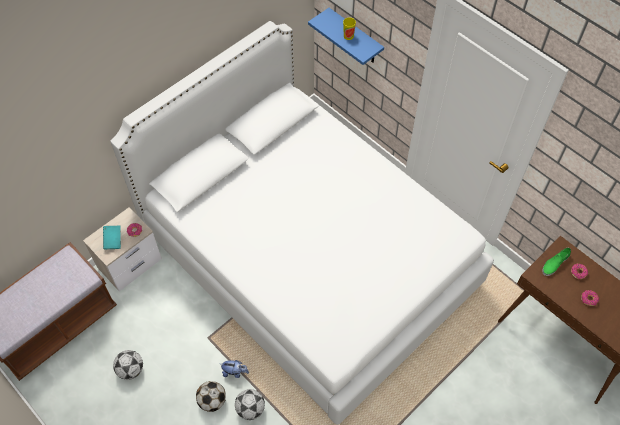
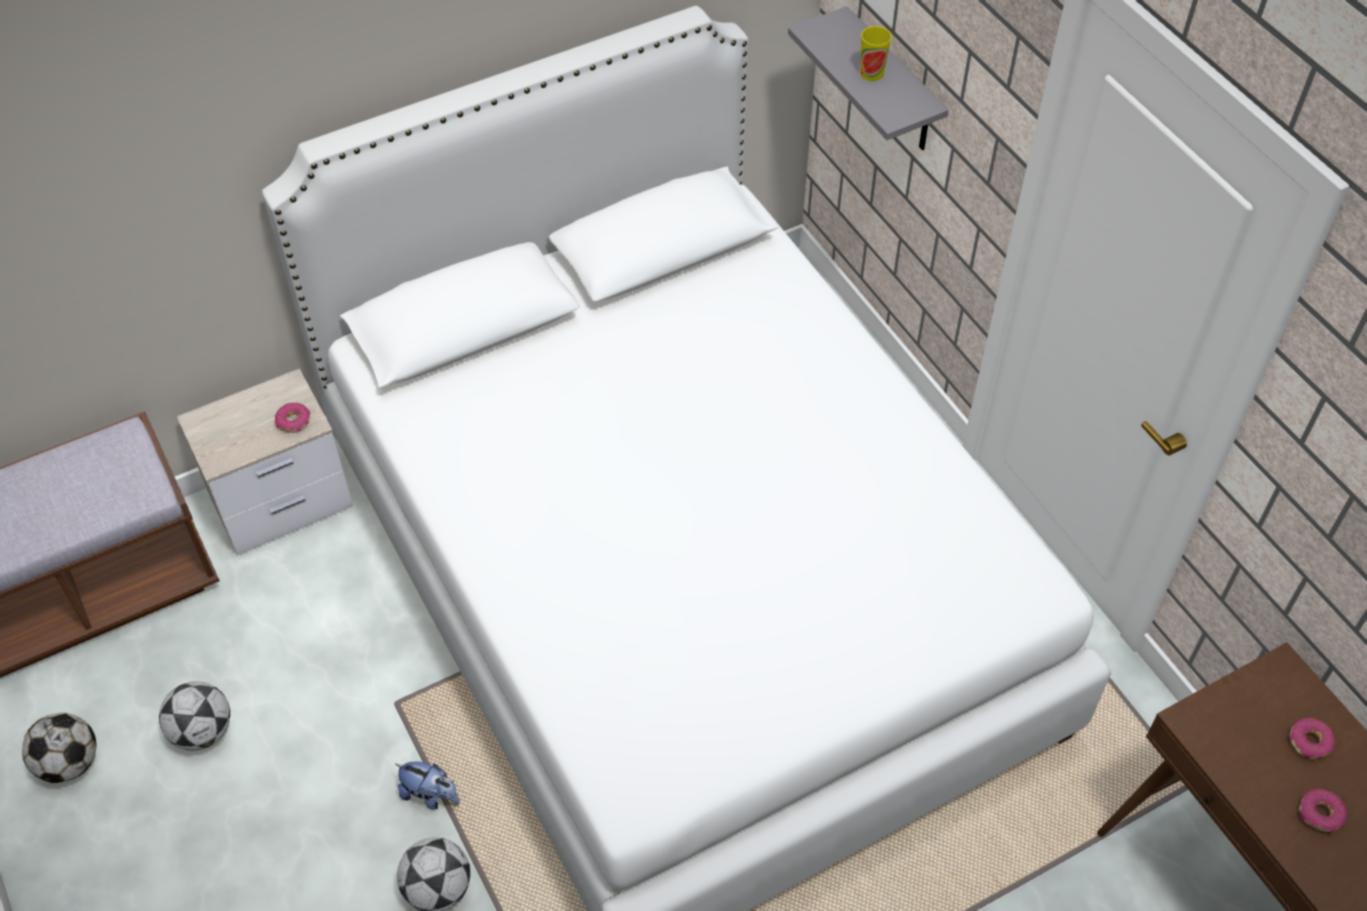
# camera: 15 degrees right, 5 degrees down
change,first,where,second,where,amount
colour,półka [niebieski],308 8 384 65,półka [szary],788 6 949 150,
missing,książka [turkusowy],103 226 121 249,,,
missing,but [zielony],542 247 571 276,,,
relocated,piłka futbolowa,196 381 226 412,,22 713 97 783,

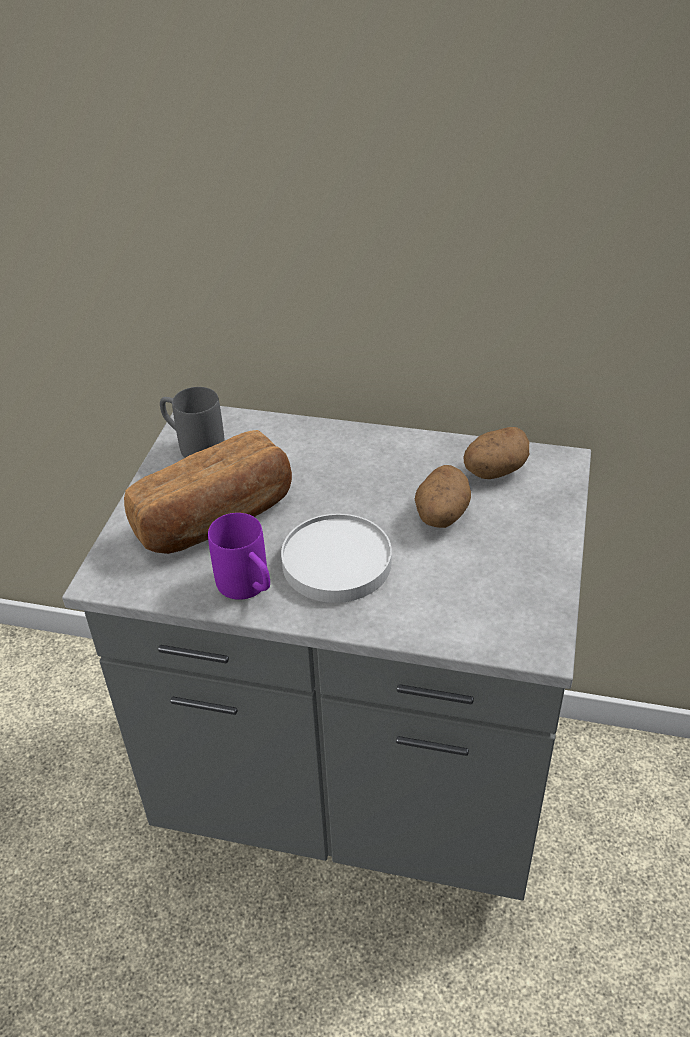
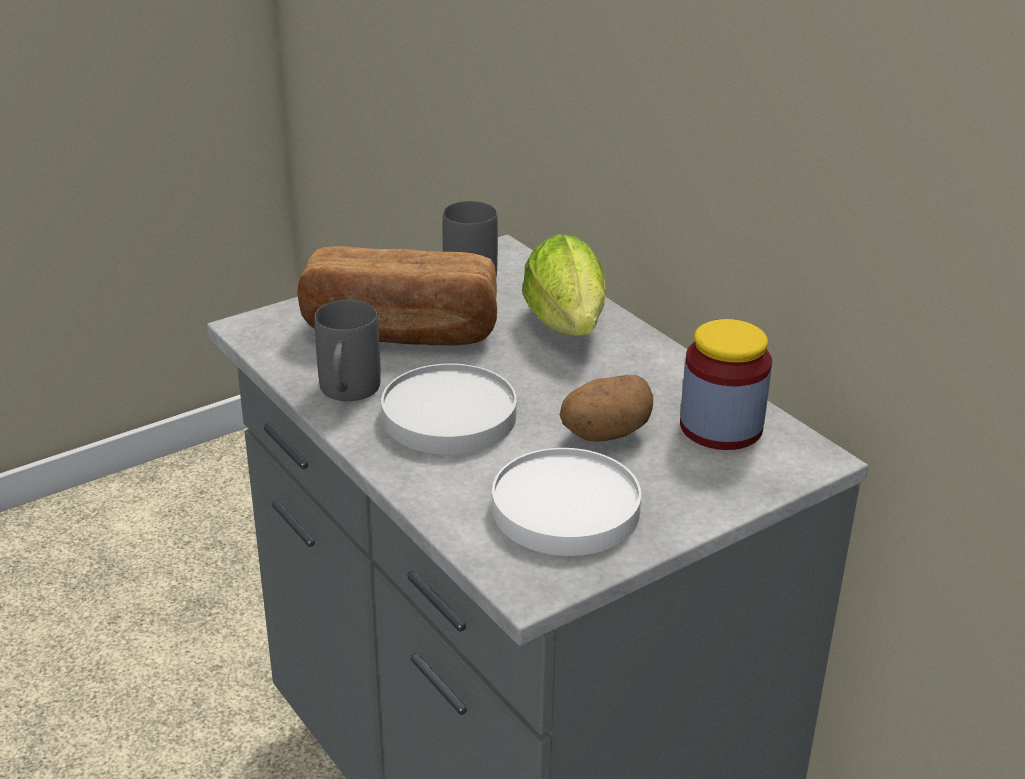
# camera: 40 degrees right, 10 degrees down
change,first,where,second,where,amount
exchanged,ziemniak,463 427 529 479,słoik,680 319 772 450,
colour,kubek [fioletowy],208 513 270 600,kubek [szary],314 300 381 401,
appeared,,,sałata,522 234 606 336,
appeared,,,talerz [biały],492 448 641 556,

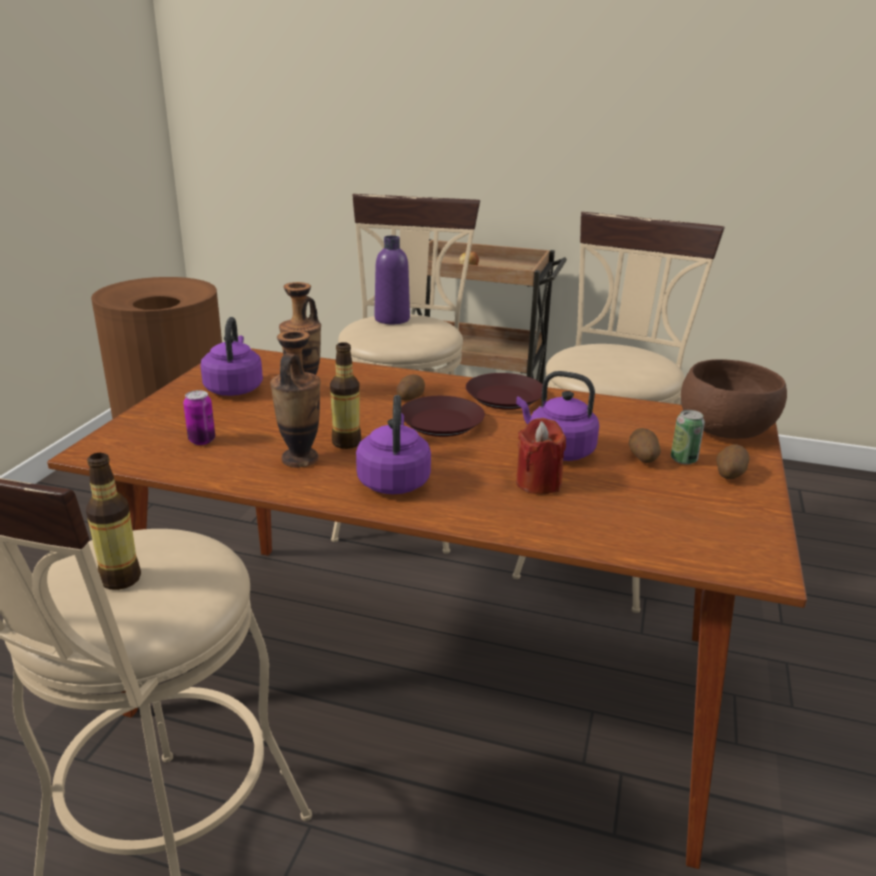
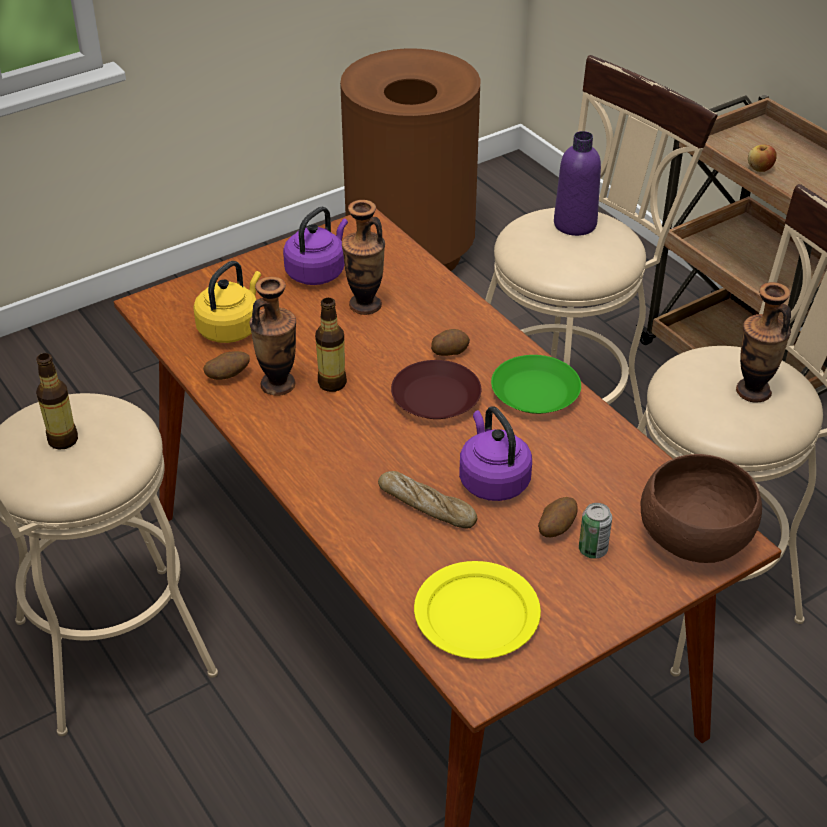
# camera: 40 degrees right, 15 degrees up
change,first,where,second,where,amount
colour,talerz [brązowy],466 373 543 410,talerz [zielony],491 355 581 414,
exchanged,puszka,183 390 215 445,czajnik [żółty],193 261 261 343,
missing,czajnik [fioletowy],356 395 431 494,,,
exchanged,świeca [czerwony],516 418 566 494,chleb,378 471 477 528,
relocated,ziemniak,716 444 750 479,,203 351 250 380,
appeared,,,wazon,736 282 791 403,
appeared,,,talerz [żółty],414 561 541 659,

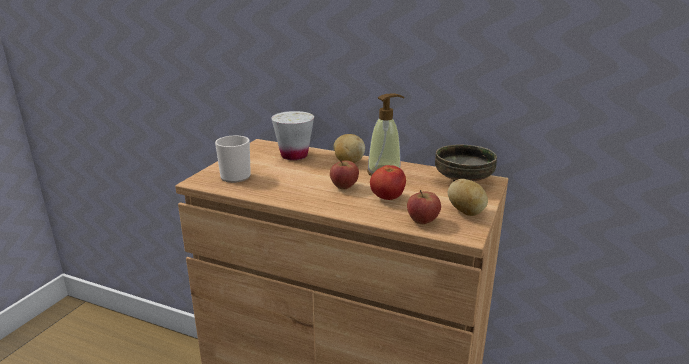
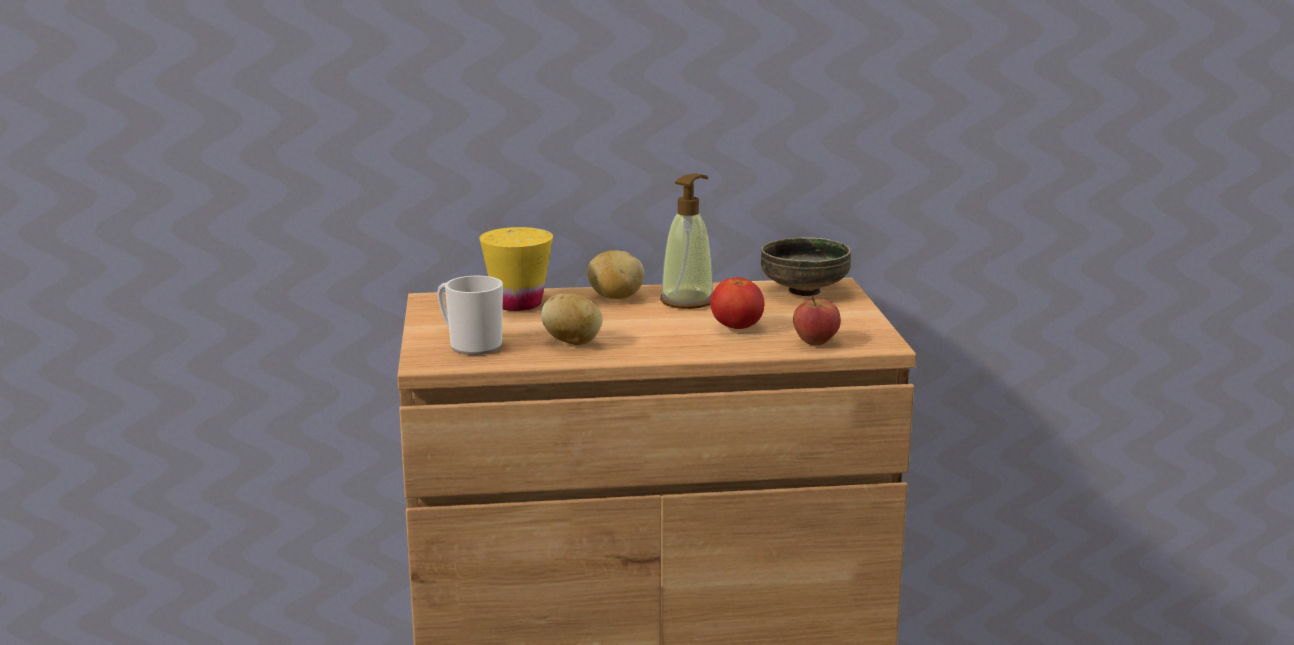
# camera: 30 degrees left, 5 degrees down
change,first,where,second,where,amount
colour,filiżanka [biały],271 111 314 160,filiżanka [żółty],479 227 553 311,
missing,jabłko,330 159 359 189,,,
relocated,ziemniak,448 179 488 216,,541 294 603 345,

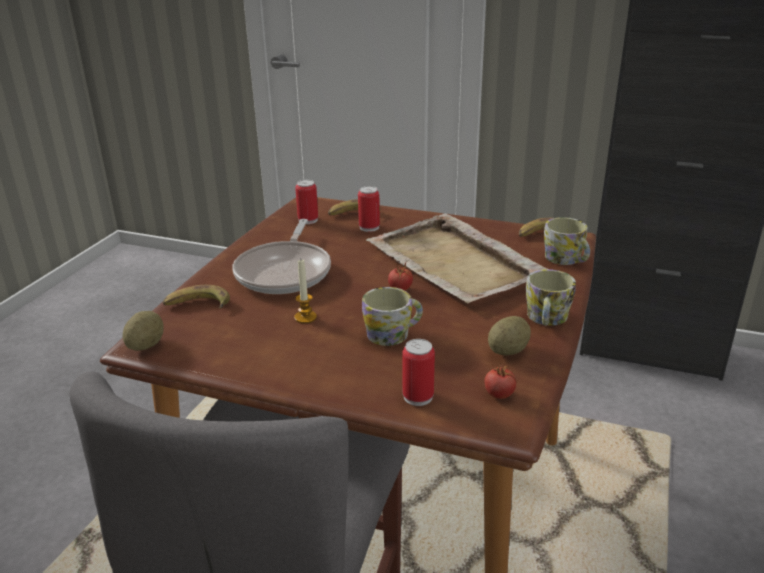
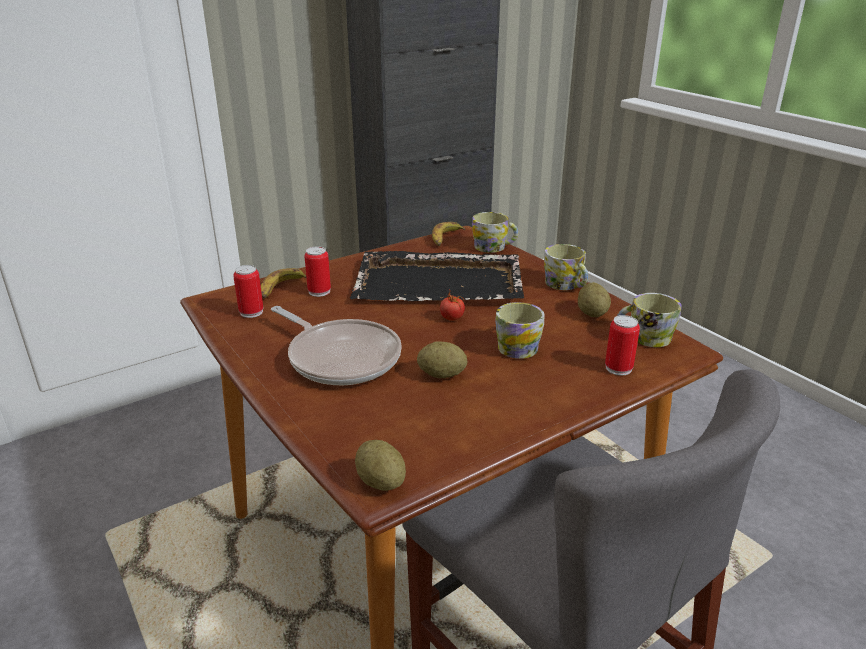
# camera: 55 degrees left, 0 degrees up
change,first,where,second,where,amount
colour,taca [beżowy],366 213 548 303,taca [czarny],350 251 524 301,
exchanged,świeca,294 260 317 324,ziemniak,417 341 467 378,
missing,banan,163 285 230 309,,,
exchanged,pomidor,484 361 517 399,kubek,617 293 682 347,

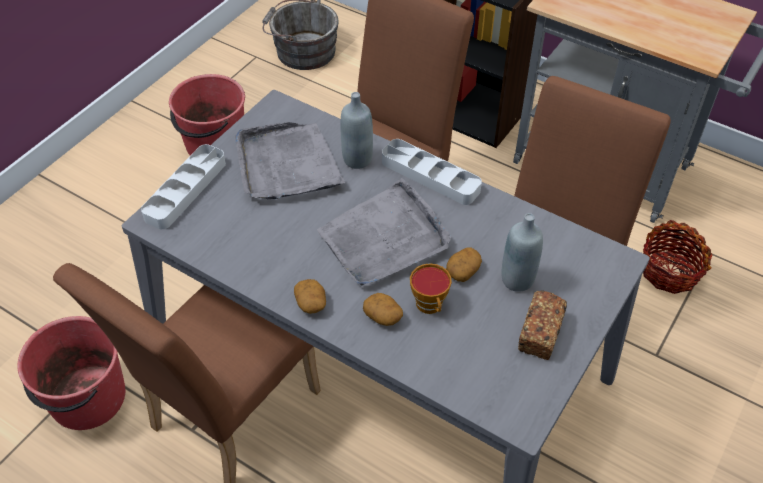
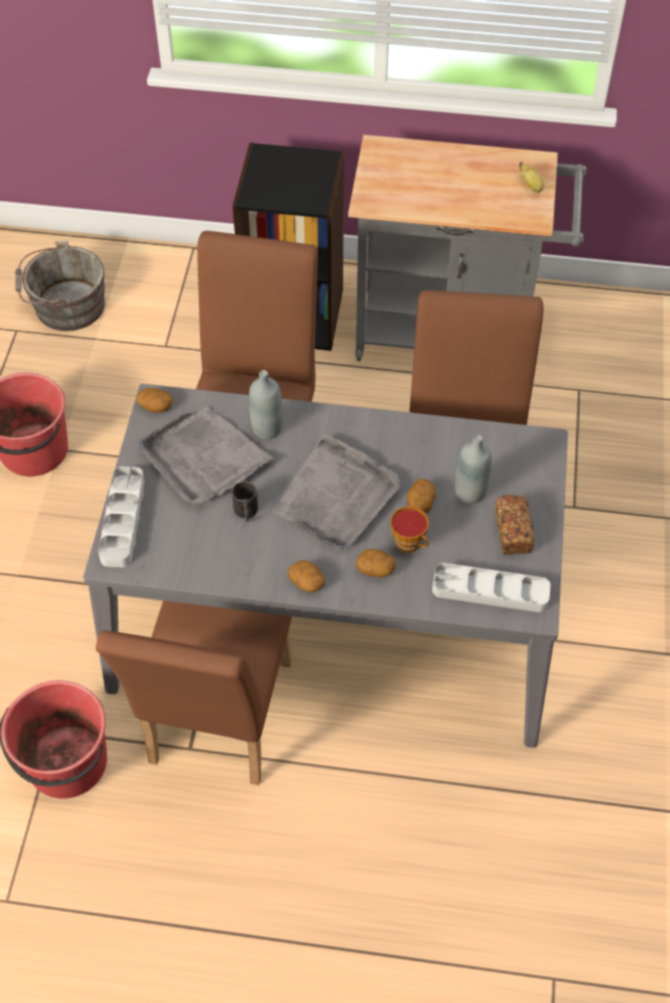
# camera: 25 degrees left, 5 degrees up
change,first,where,second,where,amount
relocated,taca [szary],382 139 482 205,,432 563 551 613,
missing,koszyk,643 220 712 294,,,
appeared,,,banan,519 162 544 193,
appeared,,,ziemniak,136 388 173 413,
appeared,,,kubek [czarny],232 481 258 522,

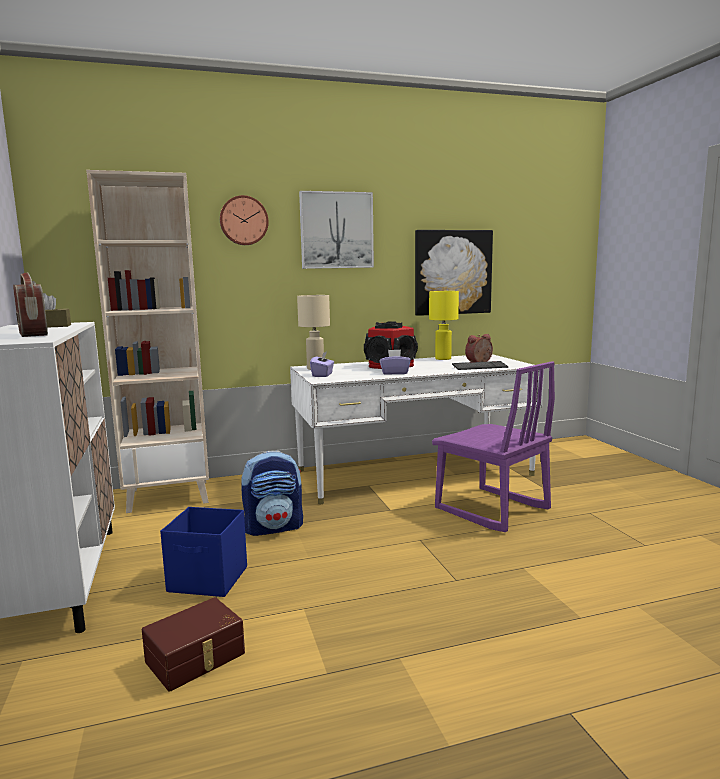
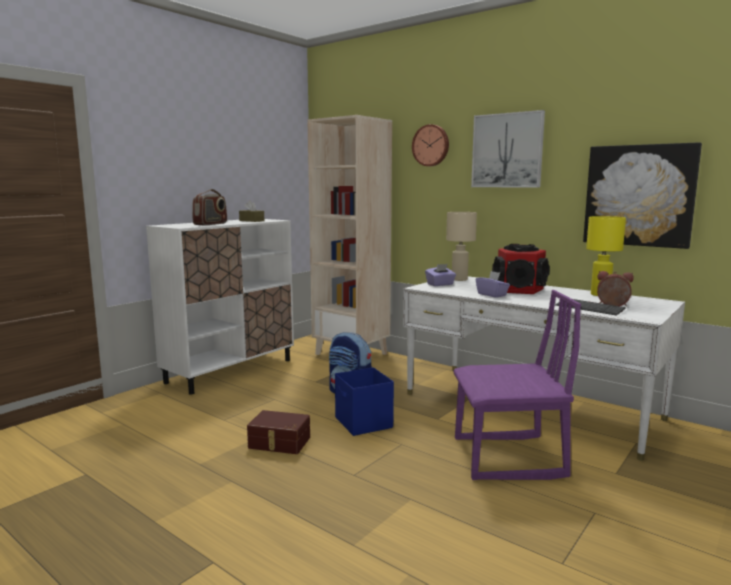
# camera: 55 degrees right, 0 degrees up
change,first,where,second,where,amount
spun,krzesło [fioletowy],432 361 555 532,,453 290 581 480,105 degrees counterclockwise
relocated,pojemnik do przechowywania [niebieski],160 507 247 597,,335 368 394 436,
relocated,pojemnik do przechowywania [brązowy],142 597 245 692,,247 410 310 454,

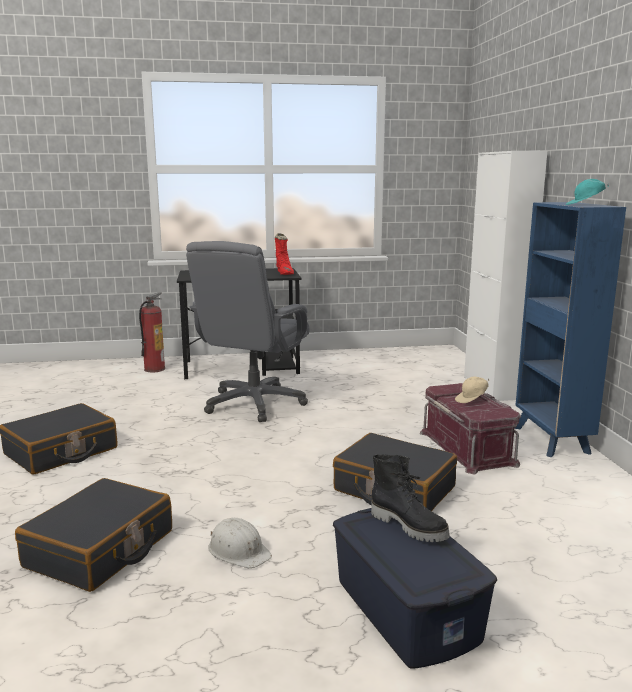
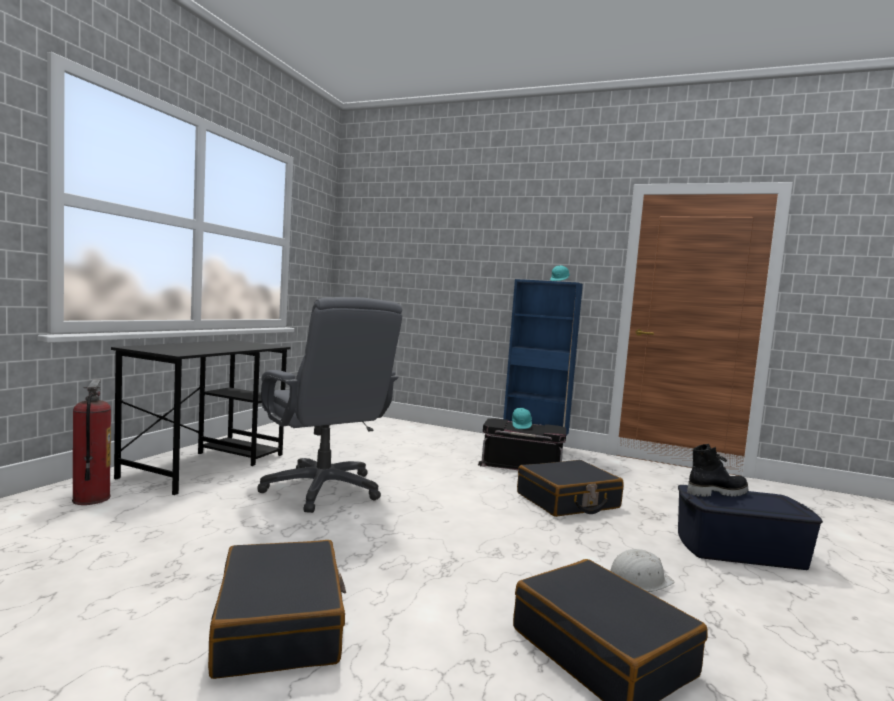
# camera: 60 degrees left, 10 degrees down
change,first,where,second,where,amount
missing,szafka [biały],464 151 547 401,,,
missing,but z cholewką [czerwony],275 233 294 275,,,
colour,czapka z daszkiem [beżowy],455 377 489 403,czapka z daszkiem [turkusowy],512 408 532 429,
colour,pojemnik do przechowywania [czerwony],420 383 521 474,pojemnik do przechowywania [czarny],478 418 566 470,

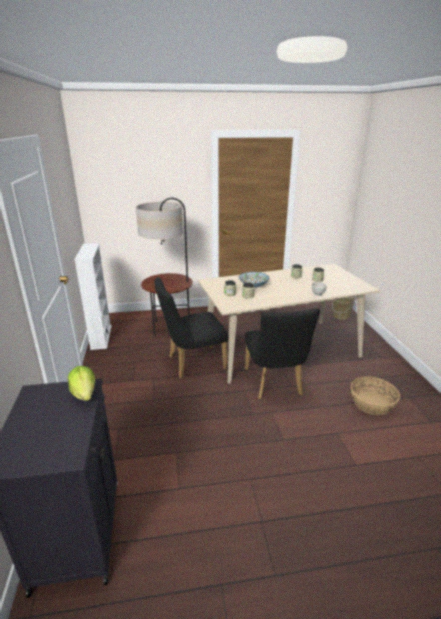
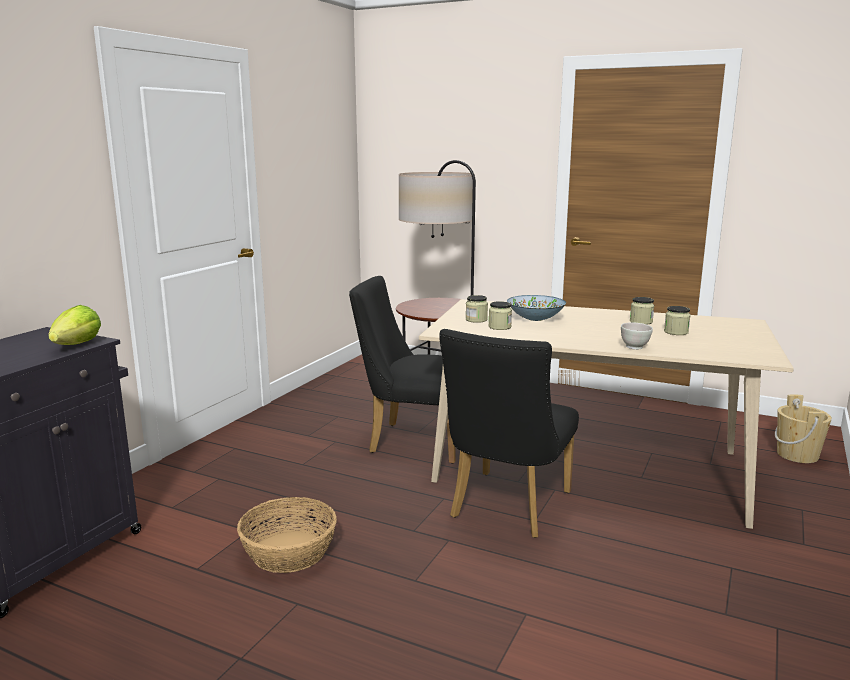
# camera: 35 degrees right, 10 degrees down
change,first,where,second,where,amount
missing,regał [biały],74 243 112 350,,,
relocated,koszyk,351 376 400 415,,237 497 337 573,

